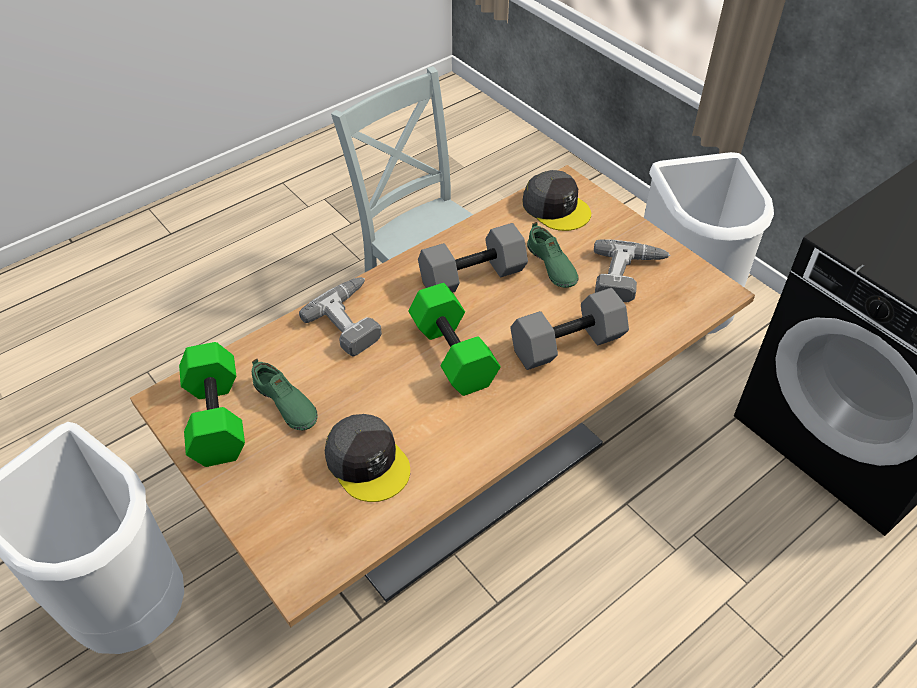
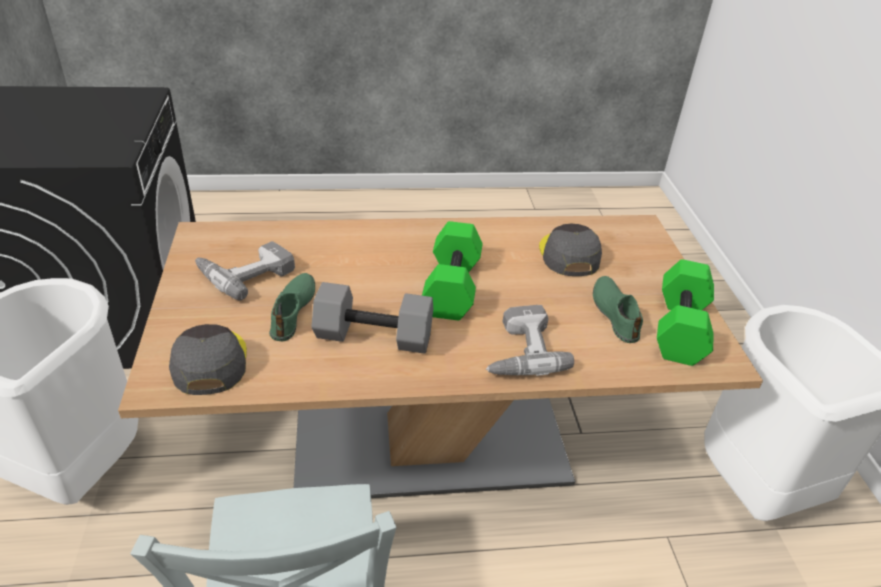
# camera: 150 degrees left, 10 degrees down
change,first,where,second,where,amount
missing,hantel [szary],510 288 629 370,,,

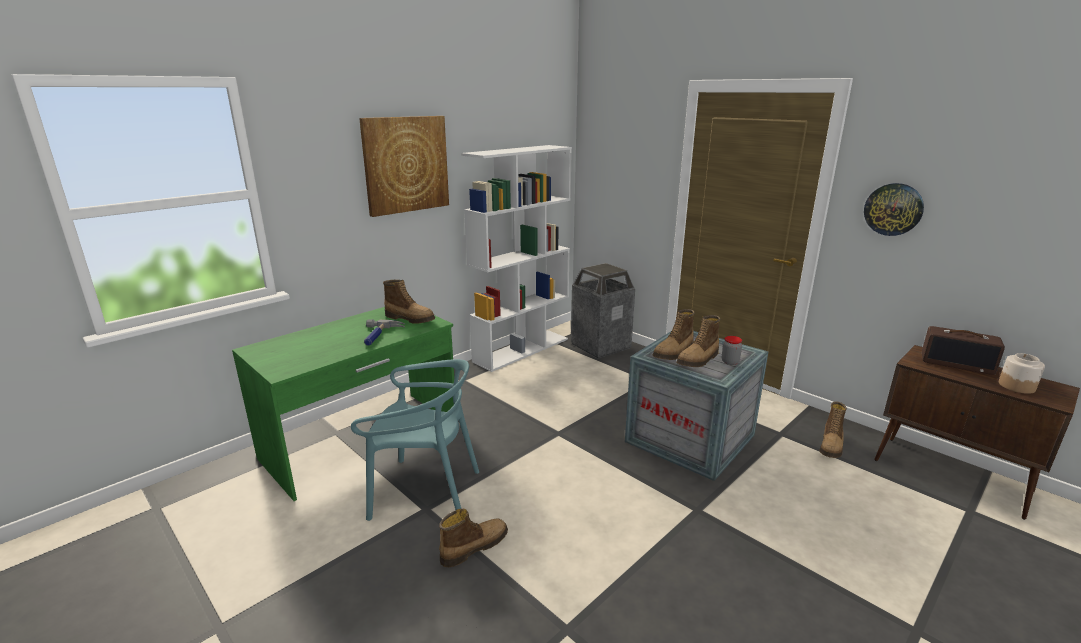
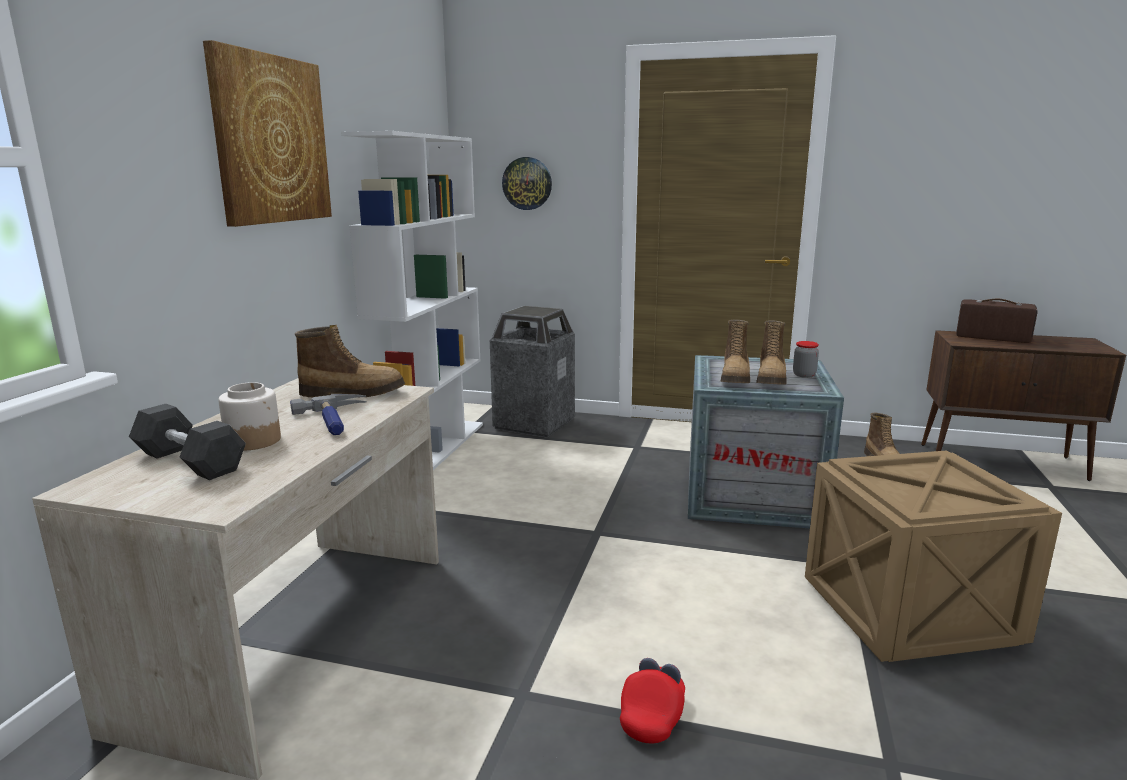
# camera: 30 degrees left, 5 degrees down
change,first,where,second,where,amount
relocated,zegar ścienny,864 183 924 236,,502 157 552 210,
colour,biurko [zielony],232 307 454 501,biurko [beżowy],32 378 439 780,
spun,radio,922 326 1005 375,,956 299 1038 343,150 degrees counterclockwise
relocated,słoik,999 353 1045 394,,218 382 281 451,
missing,krzesło [turkusowy],351 359 479 521,,,
exchanged,but z cholewką,439 509 508 567,czapka z daszkiem [czerwony],620 658 685 743,
appeared,,,hantel [czarny],129 404 246 480,
appeared,,,skrzynka,805 450 1062 662,

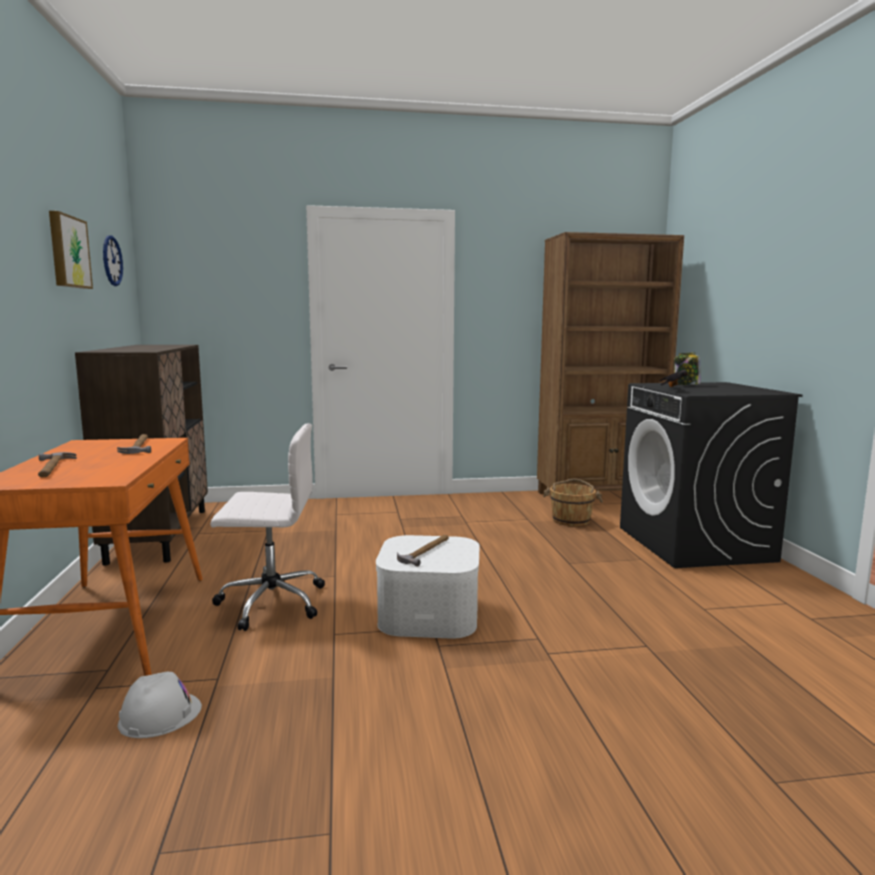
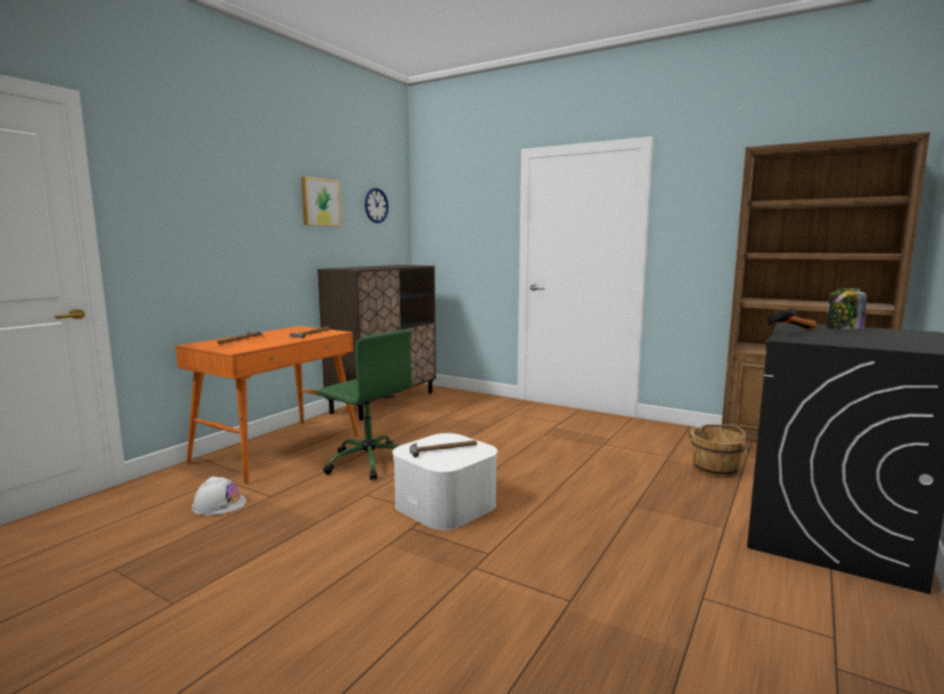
# camera: 40 degrees right, 0 degrees up
change,first,where,second,where,amount
colour,krzesło biurowe [biały],211 423 325 631,krzesło biurowe [zielony],318 329 412 480,

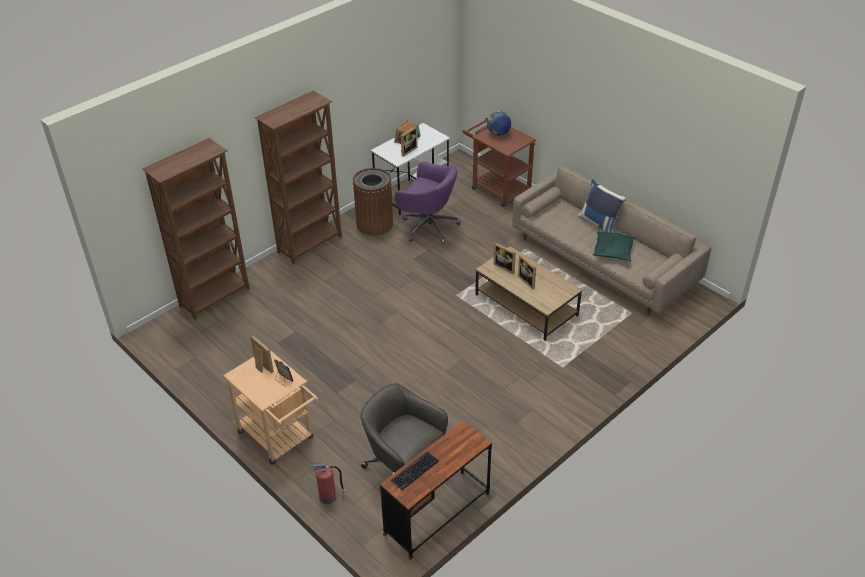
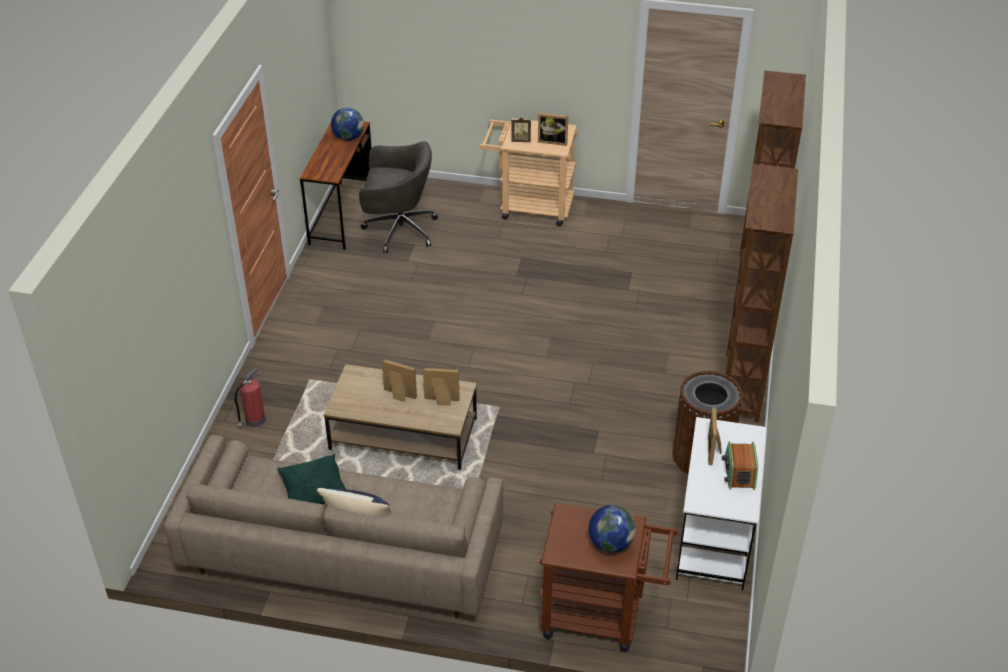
# camera: 145 degrees right, 0 degrees up
change,first,where,second,where,amount
missing,krzesło biurowe [fioletowy],395 162 461 244,,,
exchanged,klawiatura,390 452 439 490,globus,331 108 364 141,
relocated,gaśnica,312 463 345 504,,235 367 266 428,

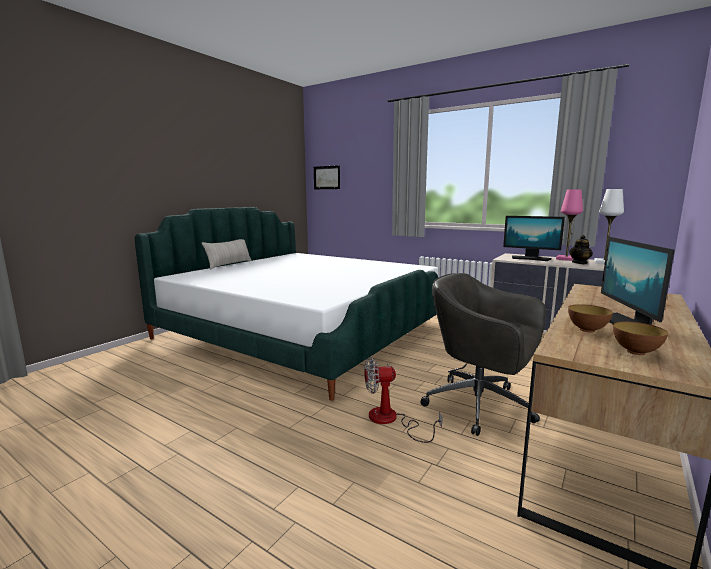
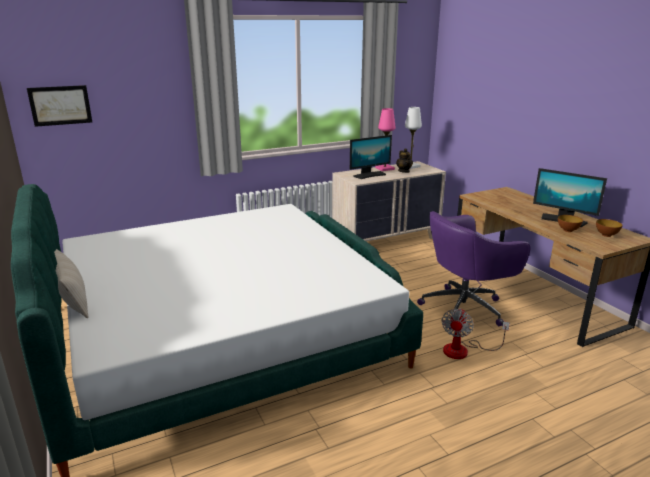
# camera: 60 degrees left, 10 degrees up
change,first,where,second,where,amount
colour,krzesło biurowe [szary],420 273 546 436,krzesło biurowe [fioletowy],417 211 530 329,

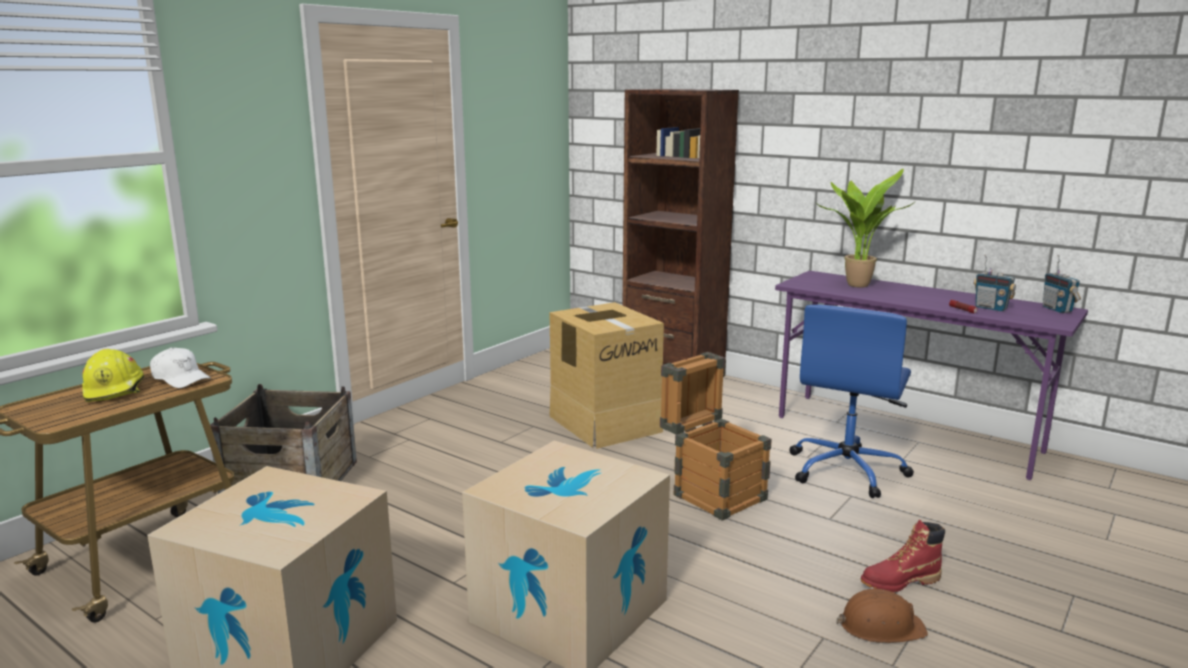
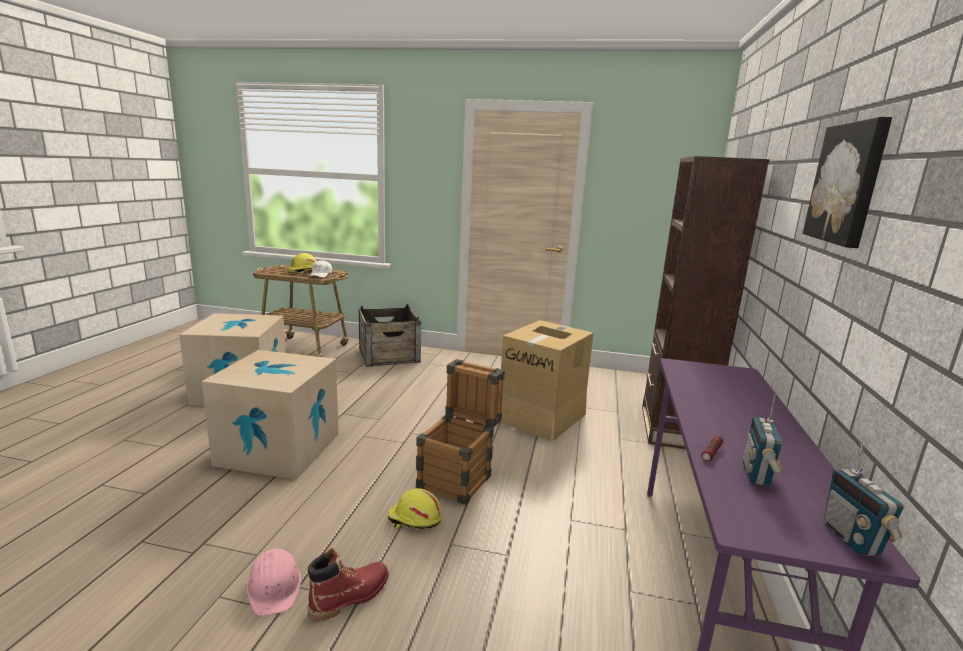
# camera: 65 degrees right, 0 degrees up
change,first,where,second,where,amount
missing,roślina doniczkowa,815 169 917 288,,,
spun,radio,1043 255 1081 313,,824 441 904 556,60 degrees counterclockwise
missing,krzesło biurowe [niebieski],789 305 914 498,,,
spun,but z cholewką [czerwony],861 520 945 592,,307 548 389 622,90 degrees clockwise
colour,kask [brązowy],837 589 928 643,kask [różowy],246 548 301 616,
appeared,,,obraz,803 117 892 248,
appeared,,,kask [żółty],388 488 442 529,

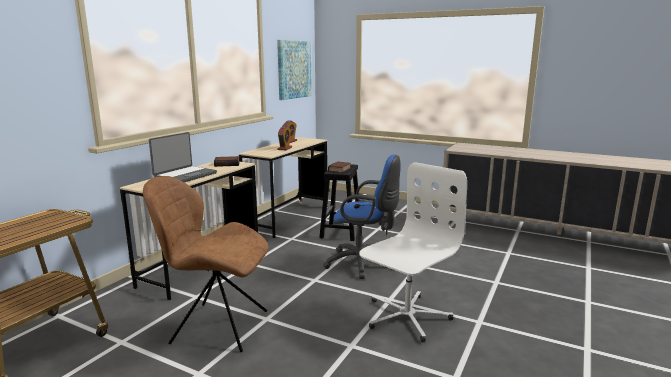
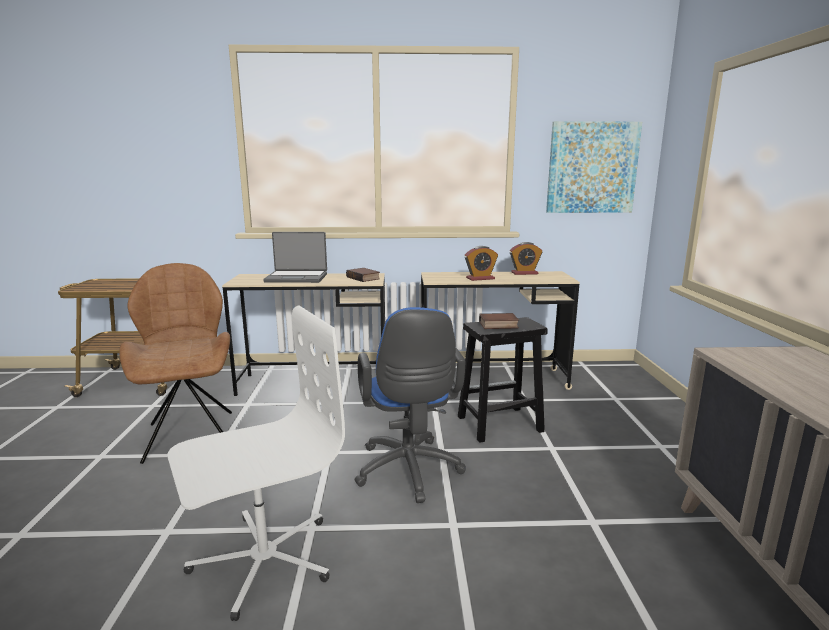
# camera: 60 degrees right, 0 degrees up
change,first,where,second,where,amount
spun,krzesło biurowe [biały],359 162 467 342,,167 306 345 621,45 degrees counterclockwise

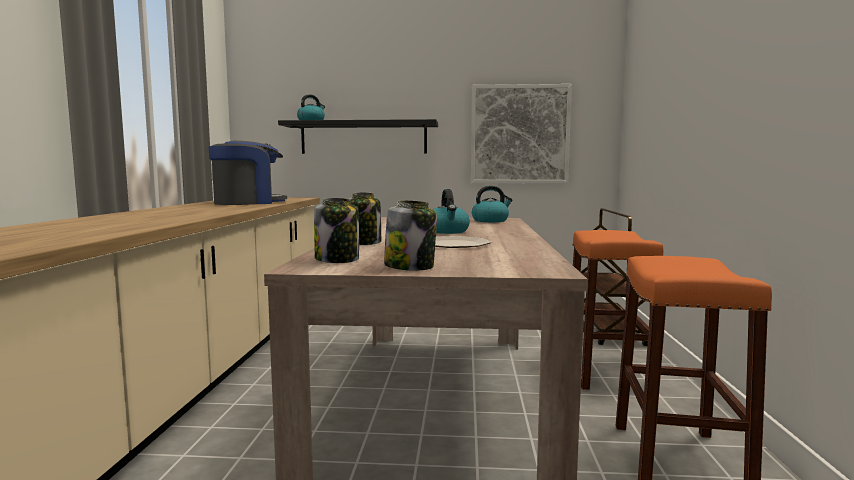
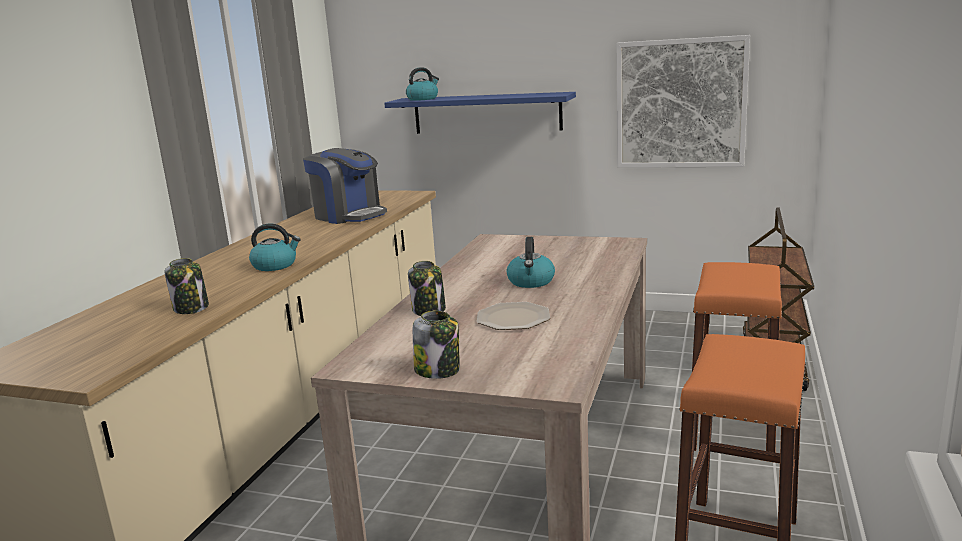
# camera: 15 degrees right, 10 degrees up
change,first,where,second,where,amount
colour,półka [czarny],278 119 438 154,półka [niebieski],384 92 576 134,
spun,ekspres do kawy,209 140 287 205,,303 148 387 224,60 degrees clockwise
relocated,czajnik,472 186 512 222,,249 224 301 271,
relocated,słoik,314 198 359 263,,164 258 209 314,

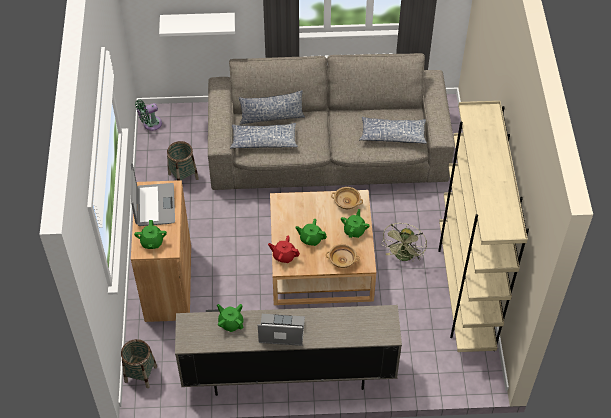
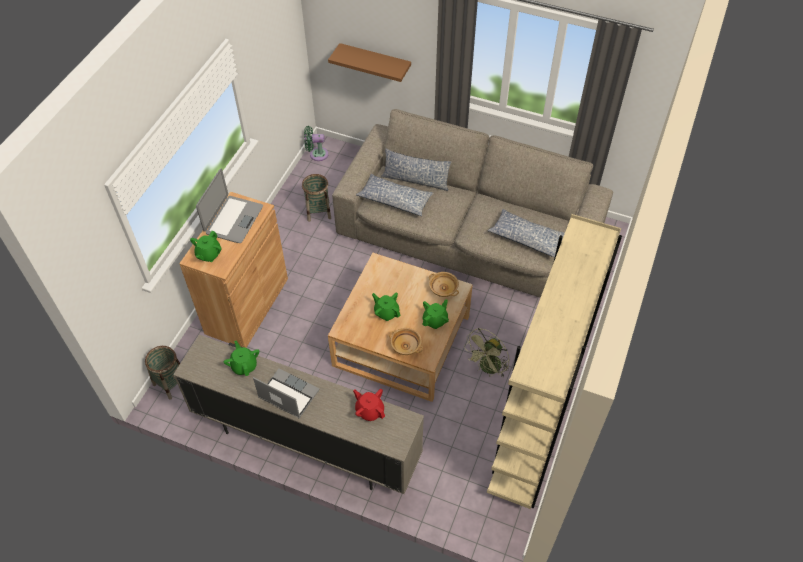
# camera: 25 degrees right, 0 degrees up
change,first,where,second,where,amount
colour,półka [biały],159 13 235 37,półka [brązowy],328 43 411 82,
relocated,imbryk [czerwony],268 236 300 263,,353 389 385 421,

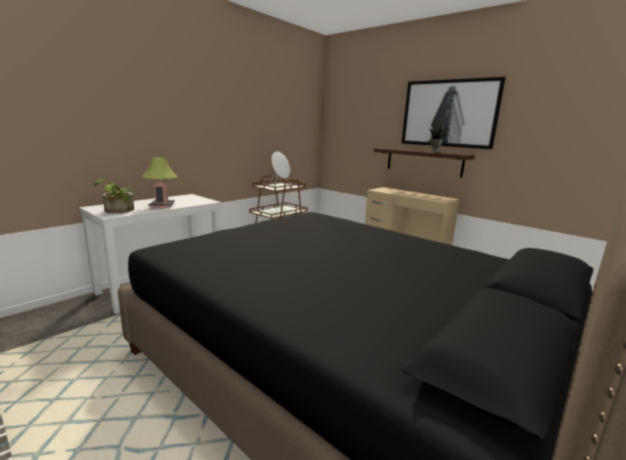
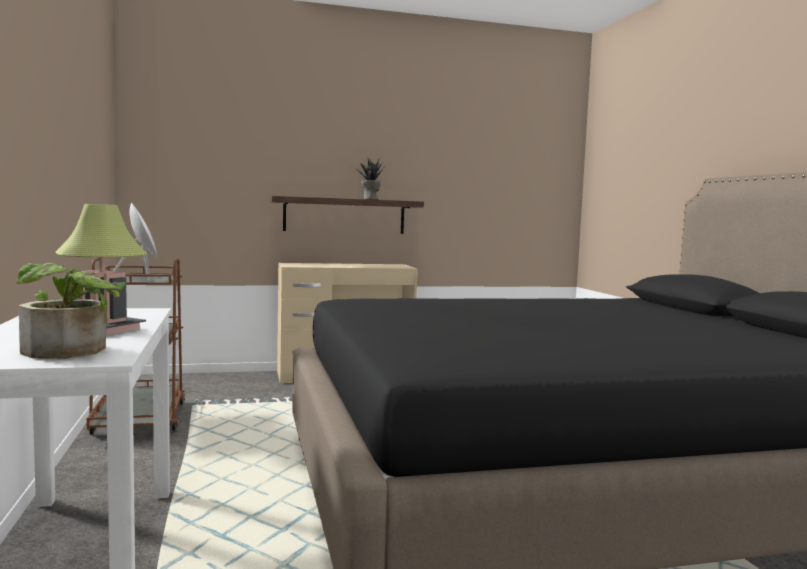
# camera: 55 degrees left, 10 degrees down
change,first,where,second,where,amount
missing,obraz,402 77 506 149,,,

